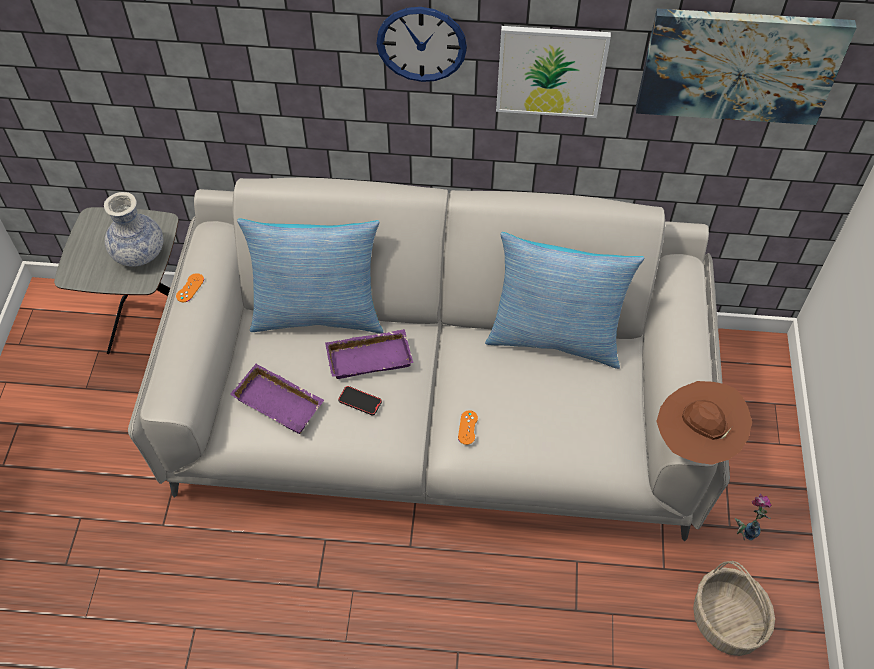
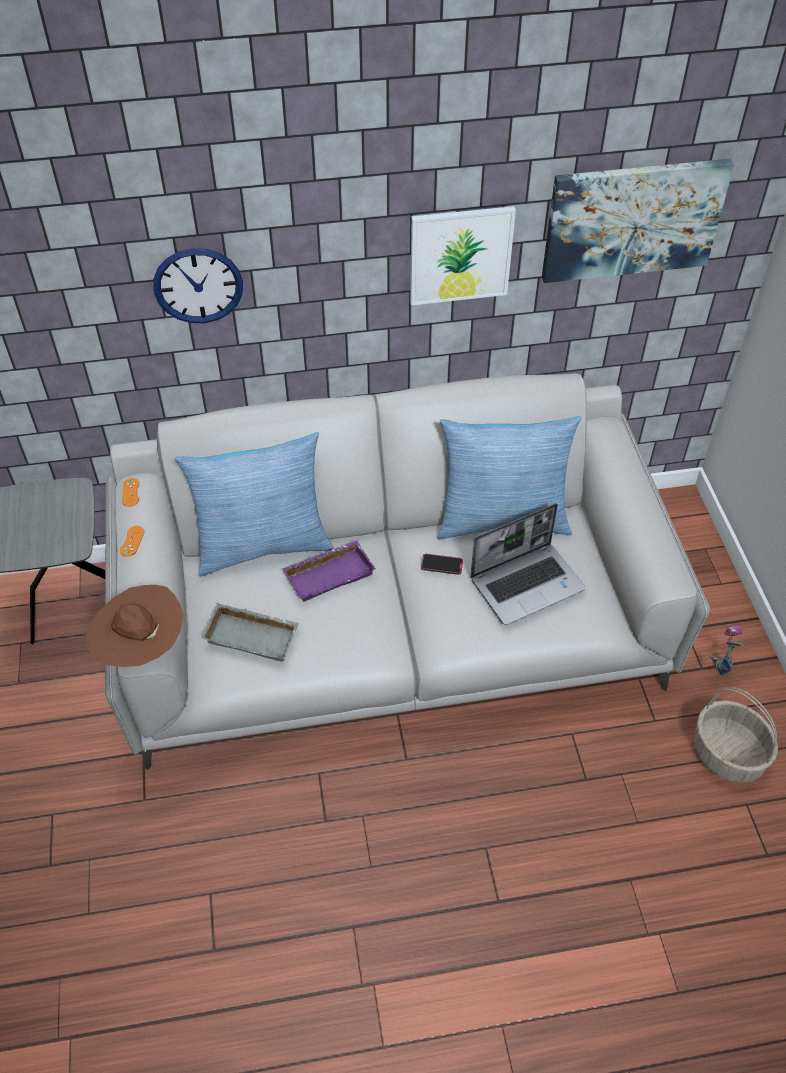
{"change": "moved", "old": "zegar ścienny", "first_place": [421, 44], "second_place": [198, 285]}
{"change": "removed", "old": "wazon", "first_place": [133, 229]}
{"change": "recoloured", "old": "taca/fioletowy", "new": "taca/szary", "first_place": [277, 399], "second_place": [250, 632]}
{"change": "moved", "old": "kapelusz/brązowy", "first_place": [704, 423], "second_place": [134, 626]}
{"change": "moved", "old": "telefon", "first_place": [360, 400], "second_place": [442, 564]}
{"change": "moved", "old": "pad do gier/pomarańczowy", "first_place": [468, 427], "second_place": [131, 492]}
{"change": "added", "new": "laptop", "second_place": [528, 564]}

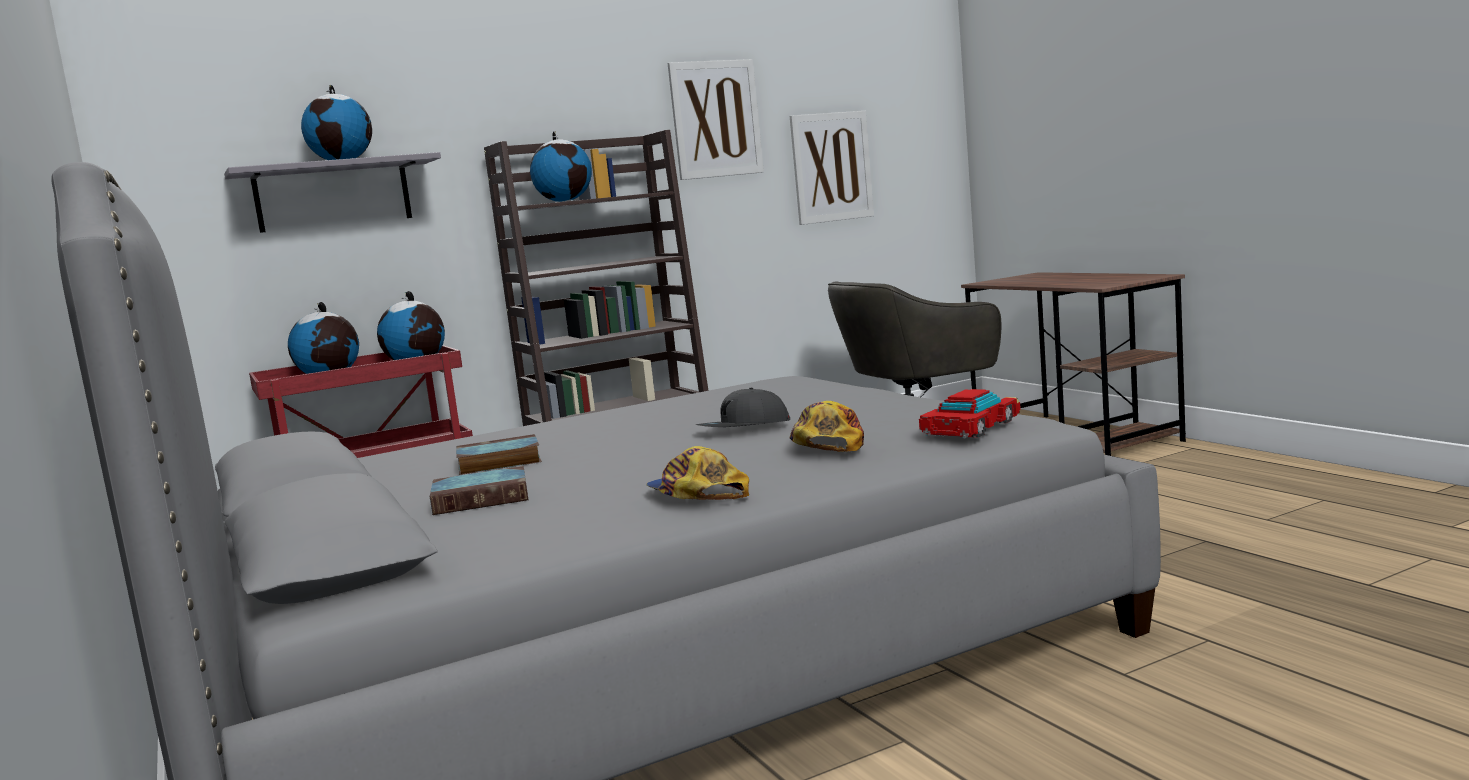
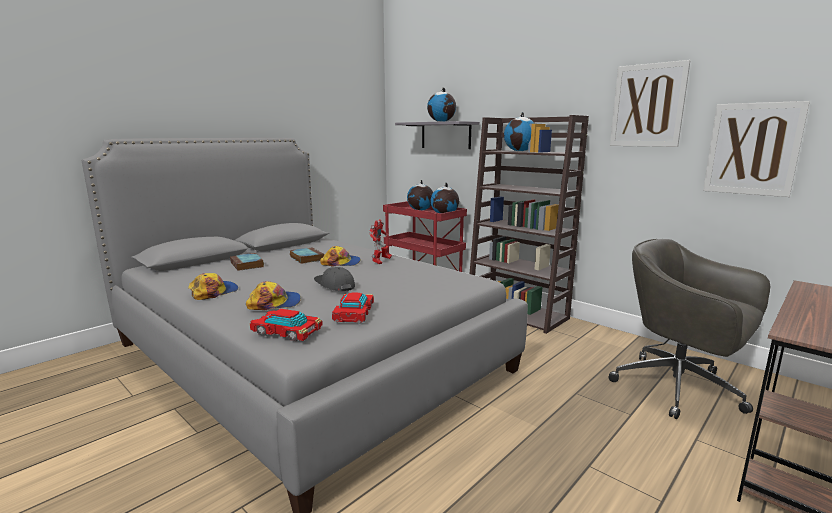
{"change": "added", "new": "robot zabawkowy", "second_place": [380, 241]}
{"change": "added", "new": "czapka z daszkiem", "second_place": [340, 256]}
{"change": "added", "new": "samochodzik", "second_place": [353, 308]}

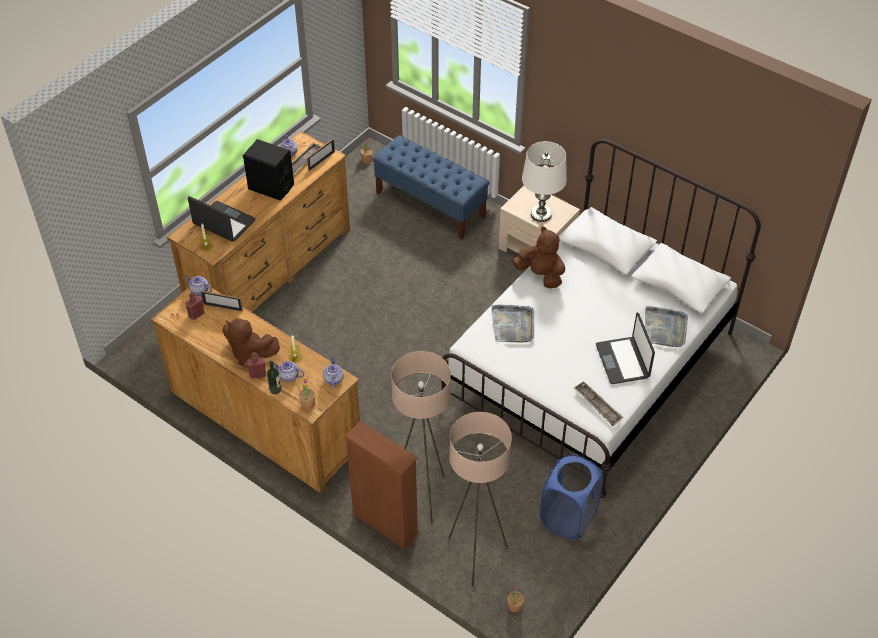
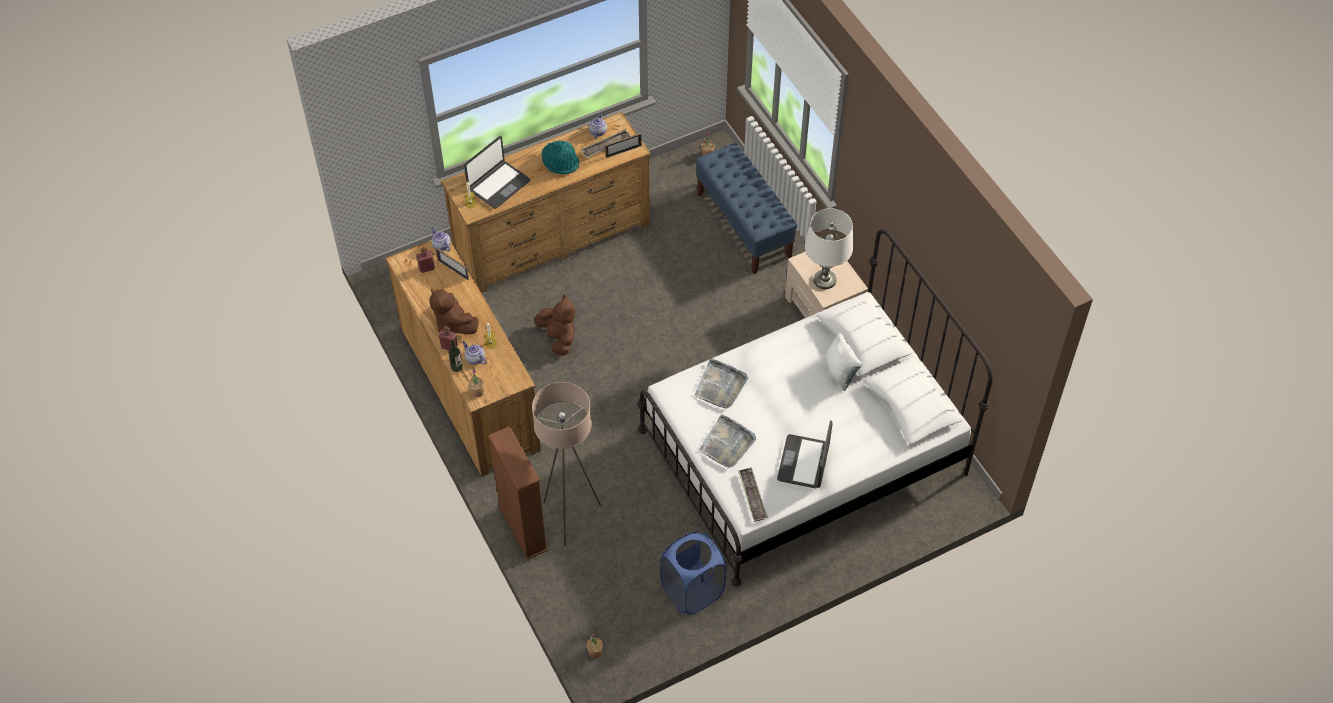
{"change": "replaced", "old": "głośnik/czarny", "new": "kapelusz/turkusowy", "first_place": [268, 170], "second_place": [560, 158]}
{"change": "turned", "old": "laptop", "first_place": [221, 218], "second_place": [497, 172], "degrees": 75}
{"change": "moved", "old": "pluszak/brązowy", "first_place": [538, 257], "second_place": [554, 325]}
{"change": "moved", "old": "taca/szary", "first_place": [666, 327], "second_place": [727, 441]}
{"change": "removed", "old": "imbryk", "first_place": [333, 372]}
{"change": "removed", "old": "lampa stojąca/beżowy", "first_place": [480, 499]}
{"change": "added", "new": "poduszka/biały", "second_place": [843, 361]}

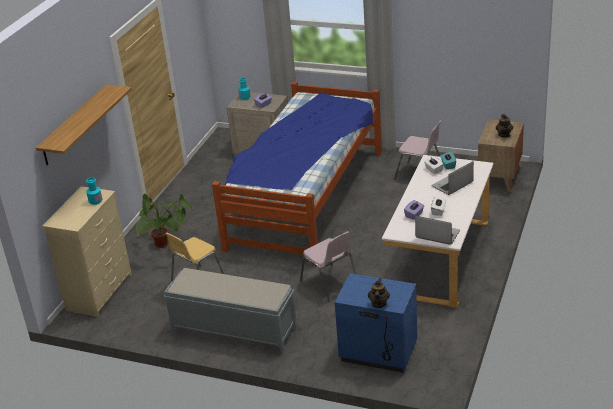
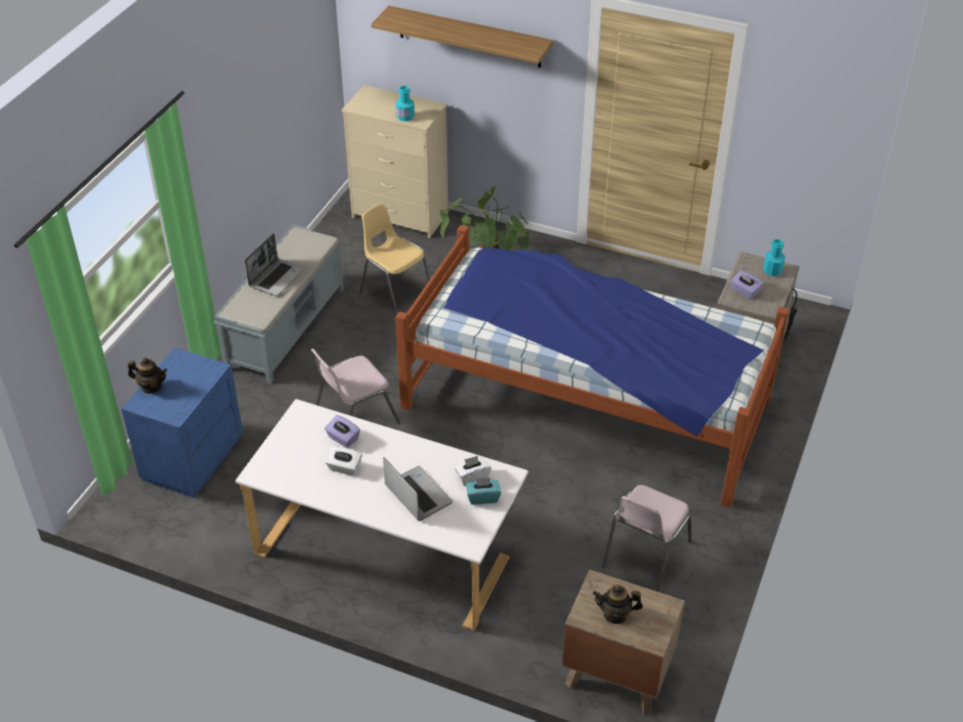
{"change": "moved", "old": "laptop", "first_place": [437, 230], "second_place": [275, 264]}

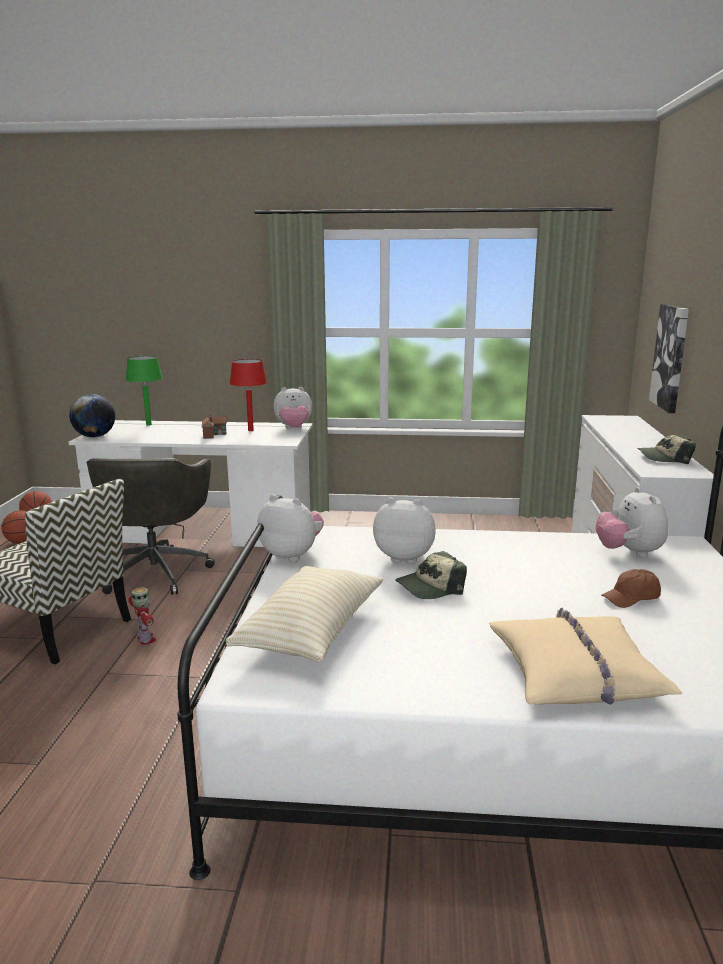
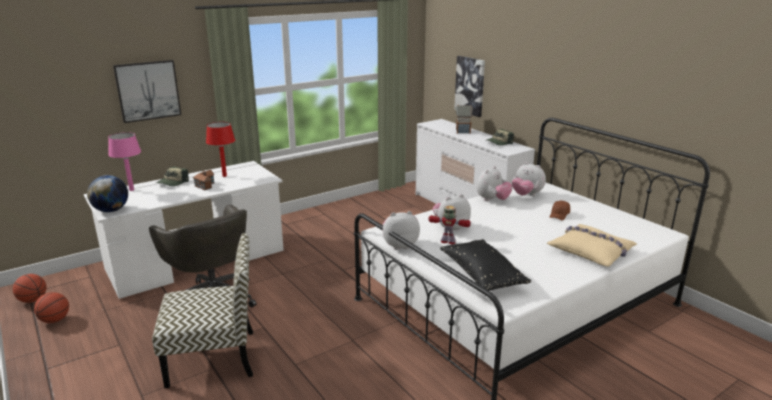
{"change": "recoloured", "old": "lampa stołowa/zielony", "new": "lampa stołowa/różowy", "first_place": [144, 391], "second_place": [124, 161]}
{"change": "moved", "old": "pluszak", "first_place": [292, 407], "second_place": [495, 183]}
{"change": "moved", "old": "czapka z daszkiem", "first_place": [431, 575], "second_place": [172, 176]}
{"change": "recoloured", "old": "poduszka/beżowy", "new": "poduszka/czarny", "first_place": [304, 614], "second_place": [485, 265]}
{"change": "moved", "old": "robot zabawkowy", "first_place": [142, 616], "second_place": [449, 224]}
{"change": "added", "new": "obraz", "second_place": [147, 91]}
{"change": "added", "new": "domek", "second_place": [464, 119]}

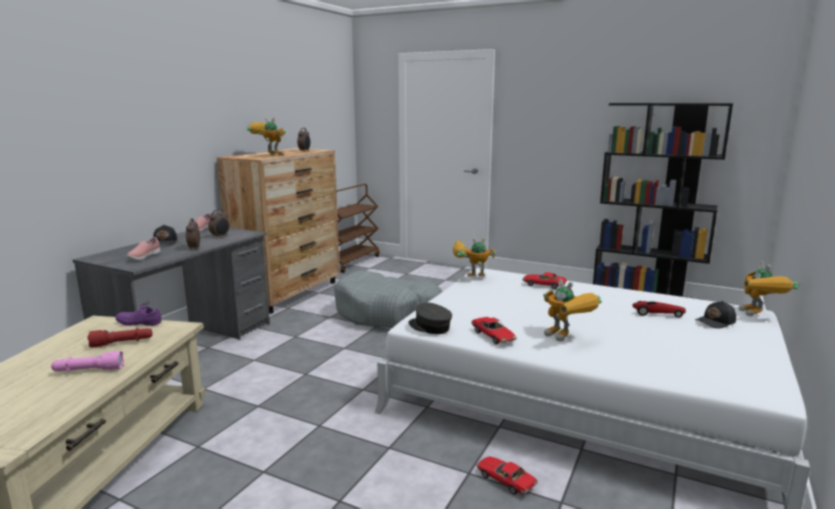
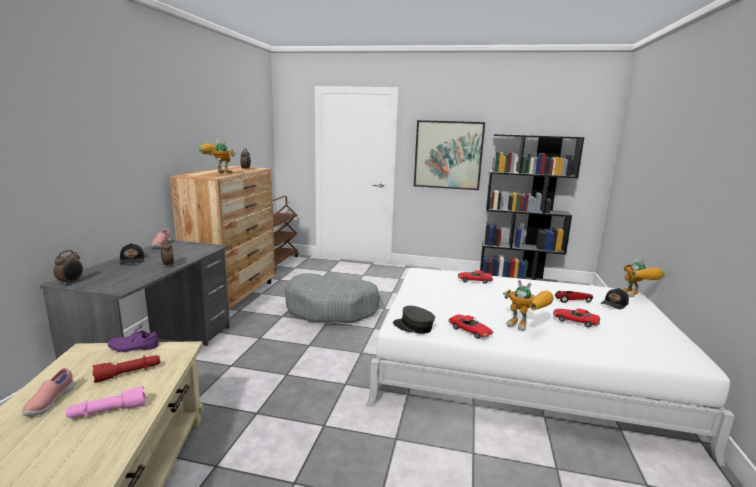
{"change": "moved", "old": "budzik", "first_place": [219, 223], "second_place": [68, 267]}
{"change": "moved", "old": "but/różowy", "first_place": [143, 248], "second_place": [48, 392]}
{"change": "removed", "old": "robot zabawkowy", "first_place": [474, 257]}
{"change": "moved", "old": "samochodzik", "first_place": [507, 475], "second_place": [576, 318]}
{"change": "added", "new": "obraz", "second_place": [449, 155]}

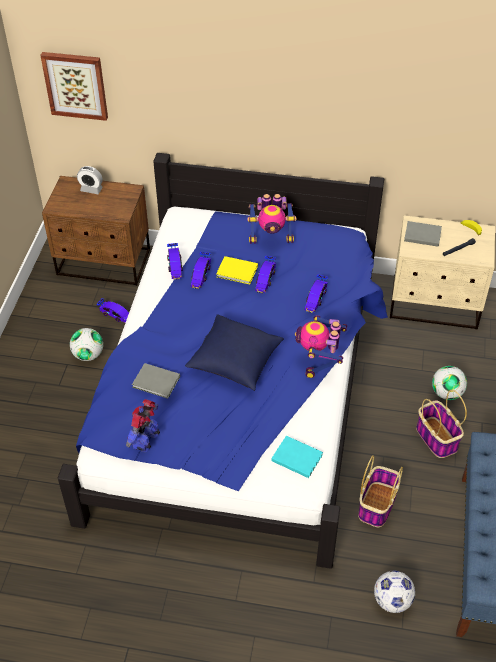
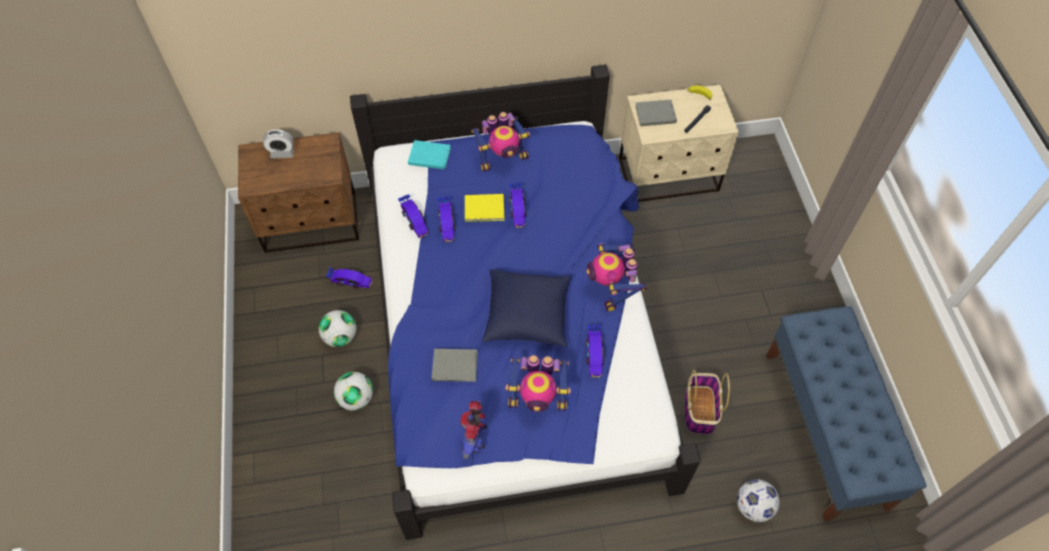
{"change": "removed", "old": "obraz", "first_place": [74, 86]}
{"change": "moved", "old": "samochodzik", "first_place": [316, 293], "second_place": [595, 351]}
{"change": "moved", "old": "piłka futbolowa", "first_place": [449, 383], "second_place": [353, 391]}
{"change": "removed", "old": "koszyk", "first_place": [441, 424]}
{"change": "moved", "old": "książka/turkusowy", "first_place": [297, 457], "second_place": [429, 155]}
{"change": "added", "new": "robot zabawkowy", "second_place": [538, 383]}

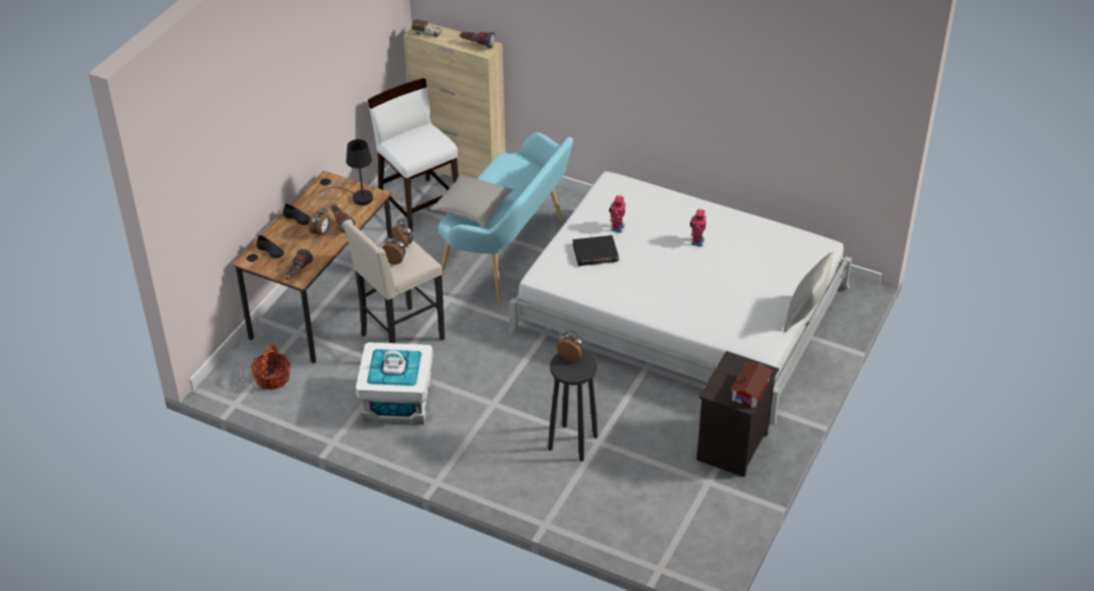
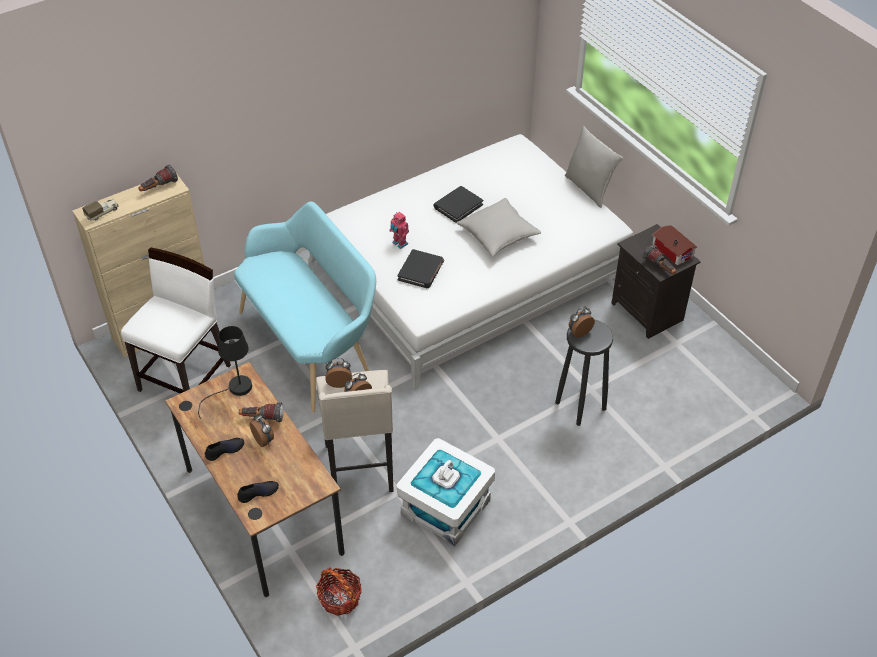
{"change": "turned", "old": "krzesło/biały", "first_place": [413, 155], "second_place": [176, 320], "degrees": 120}
{"change": "moved", "old": "poduszka/szary", "first_place": [472, 200], "second_place": [498, 227]}
{"change": "replaced", "old": "robot zabawkowy", "new": "książka/czarny", "first_place": [698, 227], "second_place": [458, 204]}
{"change": "moved", "old": "latarka", "first_place": [299, 264], "second_place": [659, 259]}

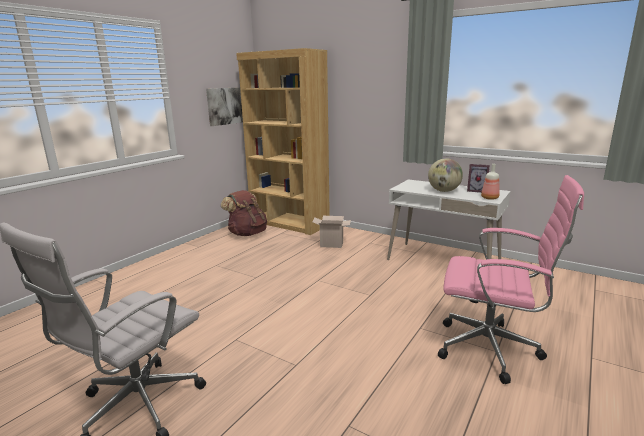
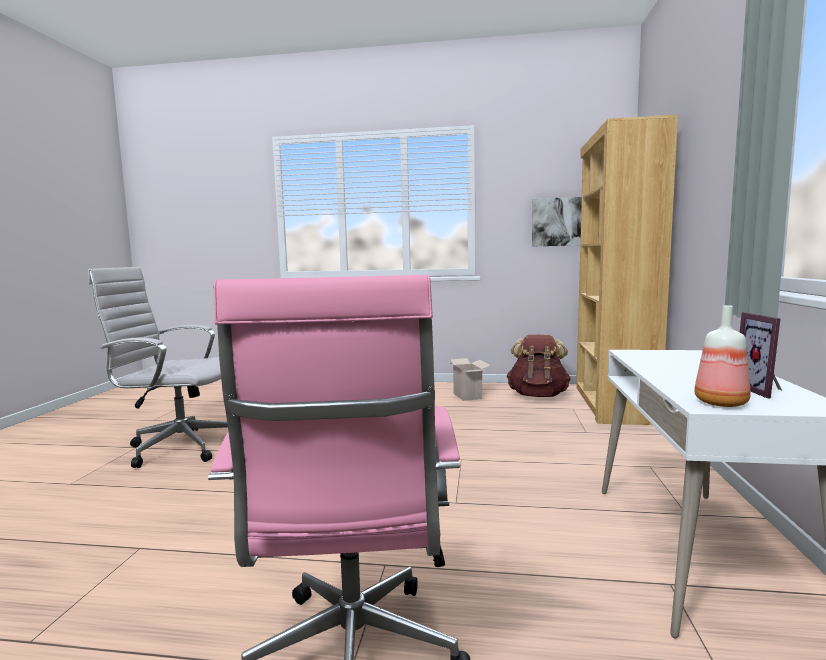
{"change": "removed", "old": "globus", "first_place": [445, 175]}
{"change": "moved", "old": "karton", "first_place": [331, 232], "second_place": [468, 379]}

